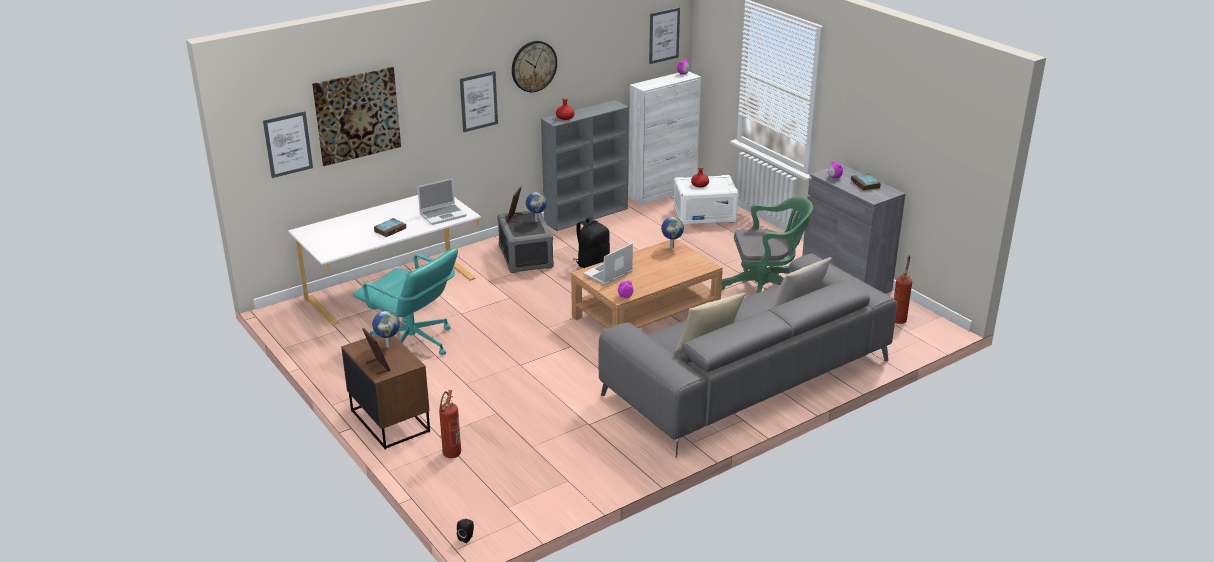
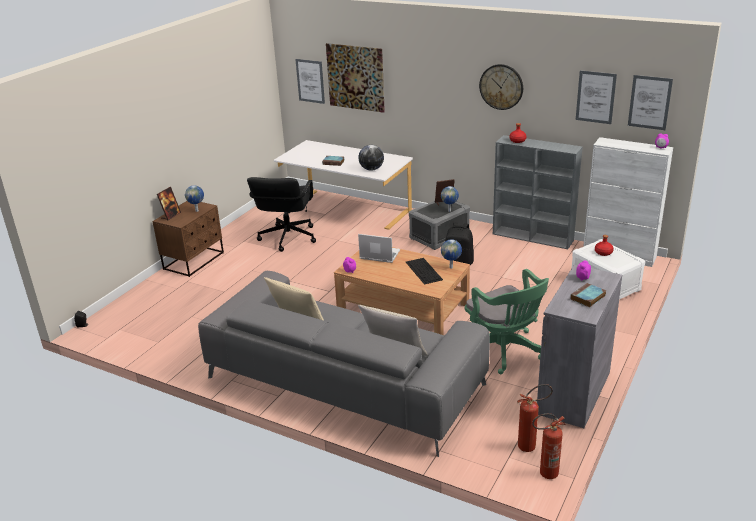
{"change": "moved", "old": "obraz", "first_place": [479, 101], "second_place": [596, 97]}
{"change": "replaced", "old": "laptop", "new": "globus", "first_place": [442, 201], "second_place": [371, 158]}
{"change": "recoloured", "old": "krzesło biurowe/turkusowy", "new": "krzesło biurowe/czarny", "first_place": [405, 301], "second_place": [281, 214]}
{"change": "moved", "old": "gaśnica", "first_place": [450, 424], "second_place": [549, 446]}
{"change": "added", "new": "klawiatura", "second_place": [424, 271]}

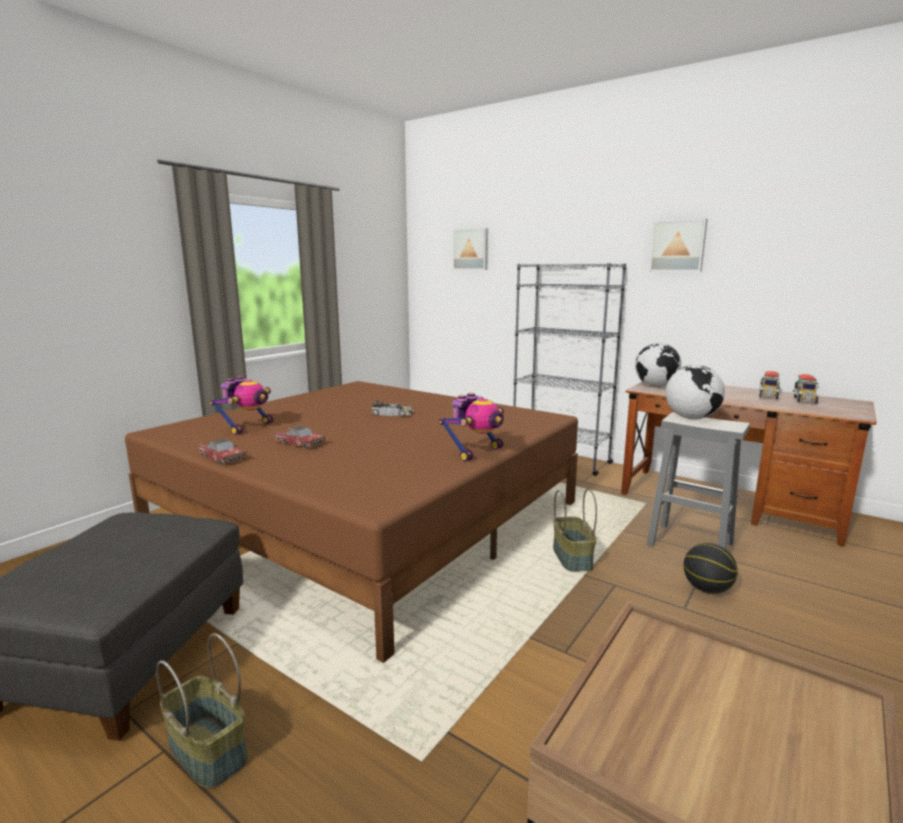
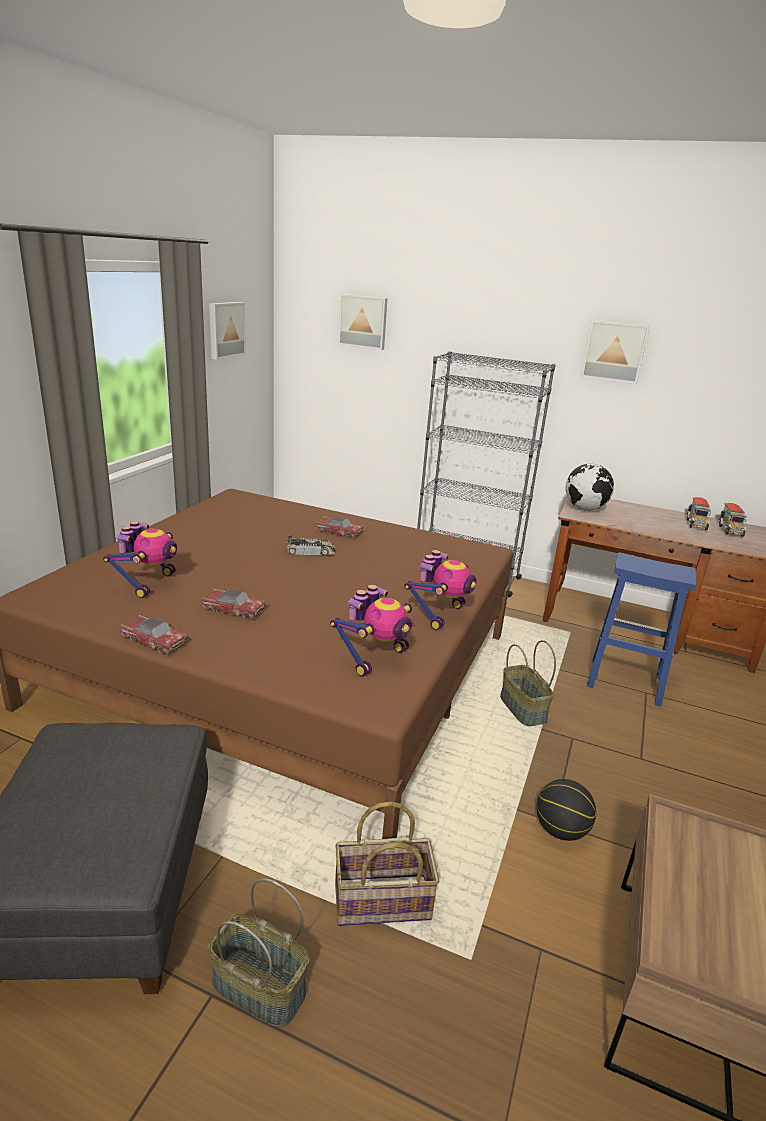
{"change": "removed", "old": "globus", "first_place": [695, 392]}
{"change": "recoloured", "old": "stołek/szary", "new": "stołek/niebieski", "first_place": [698, 480], "second_place": [642, 629]}
{"change": "moved", "old": "piłka do koszykówki", "first_place": [711, 568], "second_place": [566, 810]}
{"change": "added", "new": "obraz", "second_place": [227, 331]}
{"change": "added", "new": "samochodzik", "second_place": [339, 527]}
{"change": "added", "new": "robot zabawkowy", "second_place": [371, 630]}
{"change": "added", "new": "koszyk", "second_place": [387, 863]}

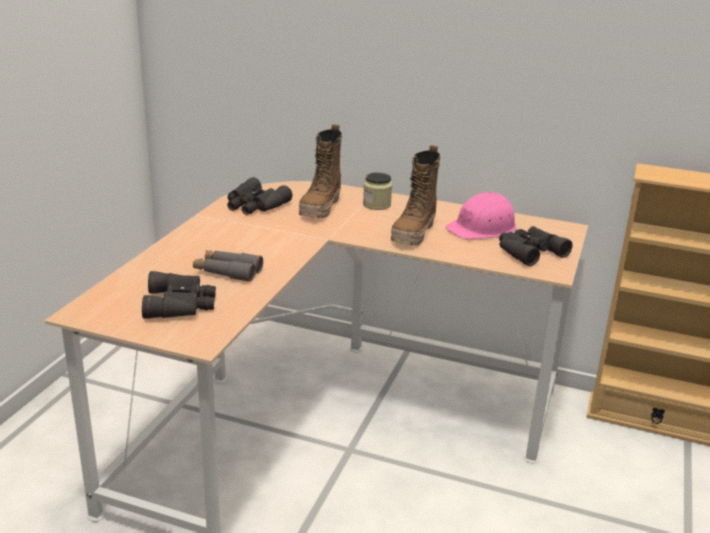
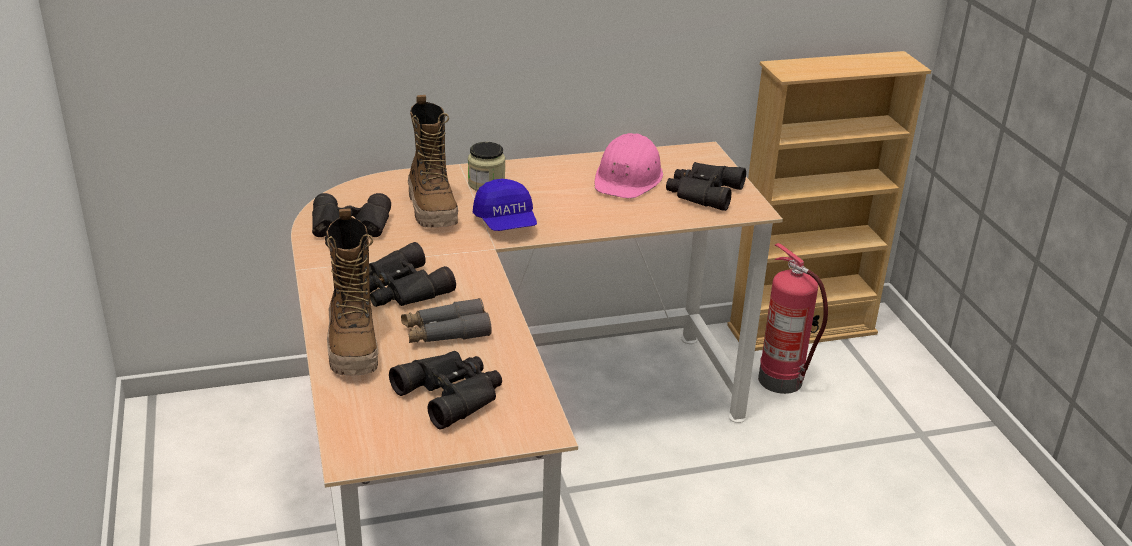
{"change": "moved", "old": "but z cholewką", "first_place": [415, 195], "second_place": [352, 292]}
{"change": "added", "new": "czapka z daszkiem/niebieski", "second_place": [505, 205]}
{"change": "added", "new": "lornetka/czarny", "second_place": [412, 274]}
{"change": "added", "new": "gaśnica", "second_place": [793, 318]}

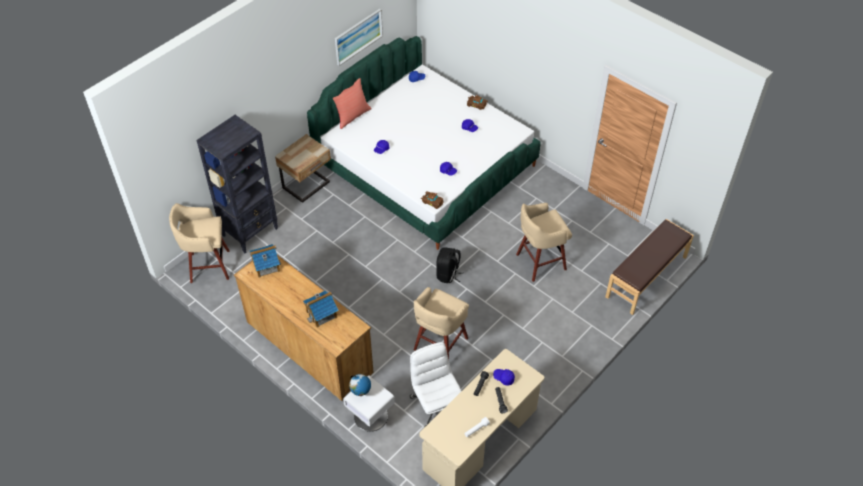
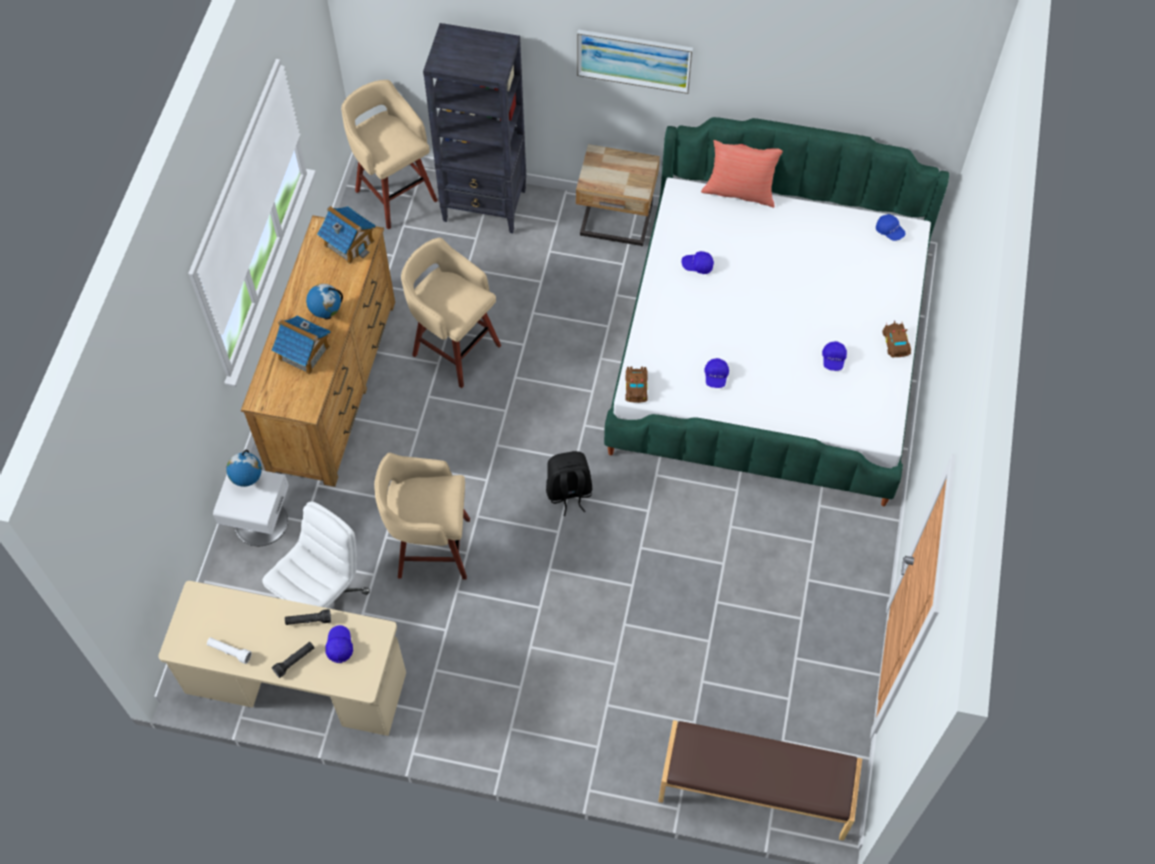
{"change": "moved", "old": "obraz", "first_place": [359, 37], "second_place": [635, 61]}
{"change": "moved", "old": "stołek/beżowy", "first_place": [544, 242], "second_place": [451, 313]}
{"change": "added", "new": "globus", "second_place": [324, 302]}

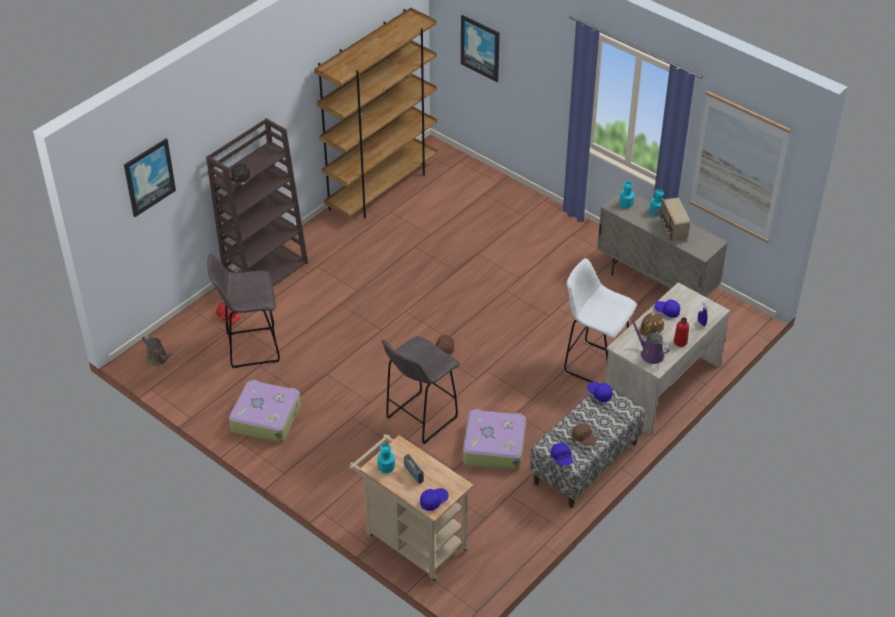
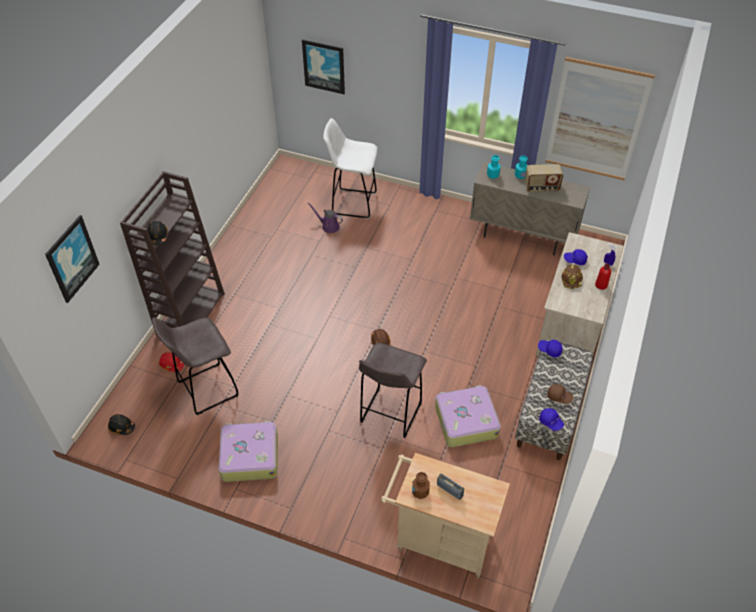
{"change": "removed", "old": "regał/brązowy", "first_place": [375, 113]}
{"change": "turned", "old": "radio", "first_place": [675, 219], "second_place": [544, 178], "degrees": -60}
{"change": "moved", "old": "stołek/biały", "first_place": [600, 320], "second_place": [350, 168]}
{"change": "moved", "old": "konewka/fioletowy", "first_place": [650, 340], "second_place": [325, 218]}
{"change": "replaced", "old": "konewka/brązowy", "new": "kask/czarny", "first_place": [158, 350], "second_place": [121, 424]}
{"change": "recoloured", "old": "butelka/turkusowy", "new": "butelka/brązowy", "first_place": [386, 458], "second_place": [421, 485]}
{"change": "removed", "old": "czapka z daszkiem/niebieski", "first_place": [434, 499]}

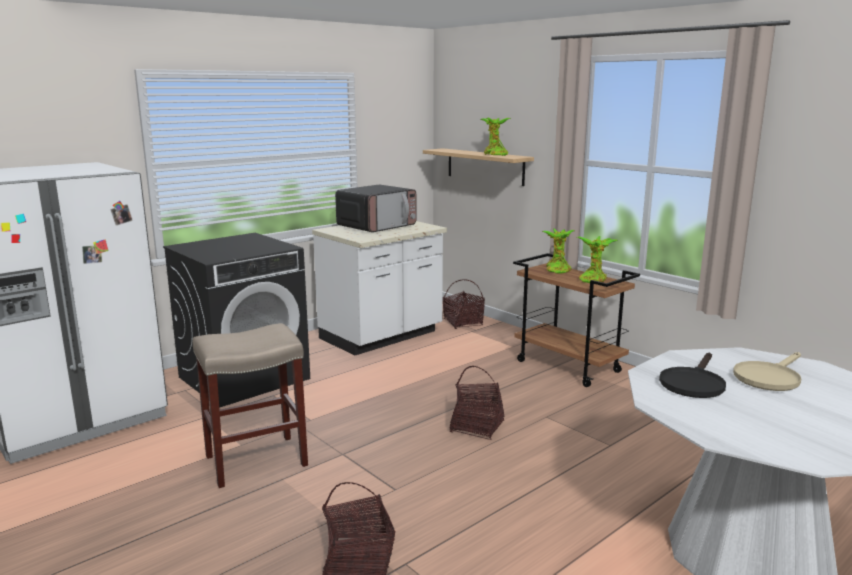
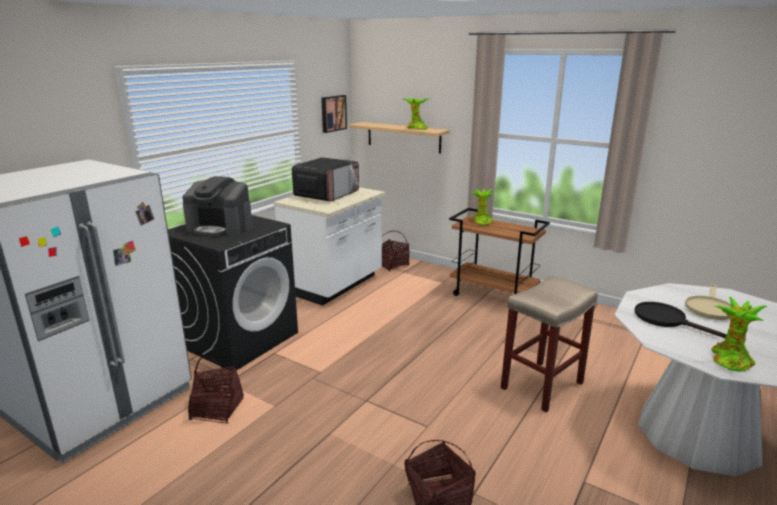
{"change": "moved", "old": "roślina doniczkowa", "first_place": [597, 259], "second_place": [739, 334]}
{"change": "moved", "old": "stołek/beżowy", "first_place": [250, 405], "second_place": [549, 344]}
{"change": "turned", "old": "patelnia/czarny", "first_place": [692, 375], "second_place": [681, 320], "degrees": 120}
{"change": "moved", "old": "koszyk", "first_place": [477, 403], "second_place": [216, 390]}
{"change": "added", "new": "obraz", "second_place": [334, 114]}
{"change": "added", "new": "ekspres do kawy", "second_place": [218, 206]}

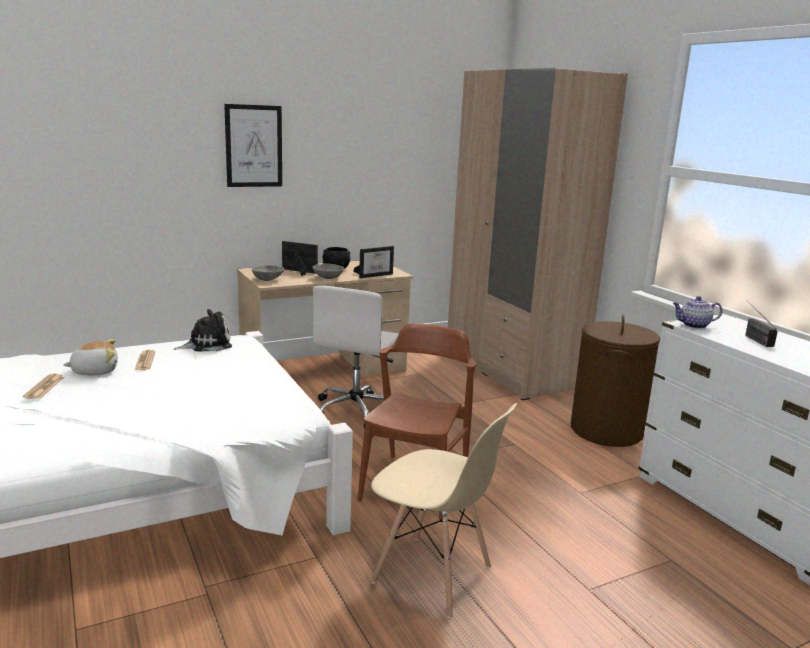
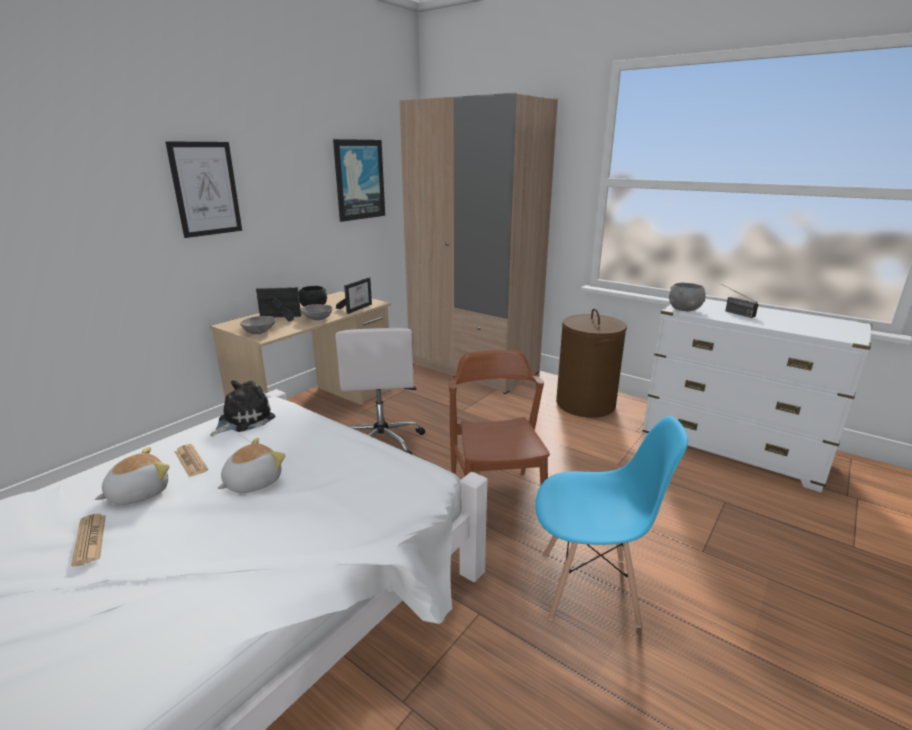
{"change": "replaced", "old": "imbryk", "new": "miska/szary", "first_place": [697, 312], "second_place": [687, 297]}
{"change": "recoloured", "old": "krzesło/beżowy", "new": "krzesło/niebieski", "first_place": [444, 510], "second_place": [612, 522]}
{"change": "added", "new": "obraz", "second_place": [359, 180]}
{"change": "added", "new": "pluszak", "second_place": [251, 465]}

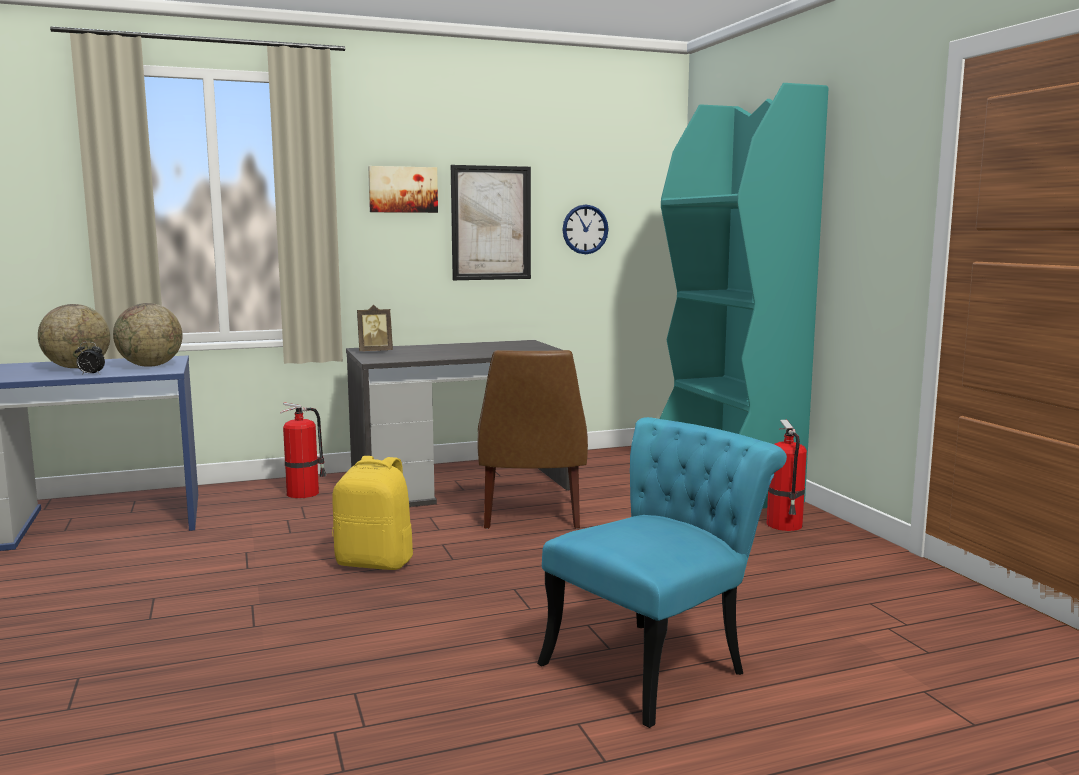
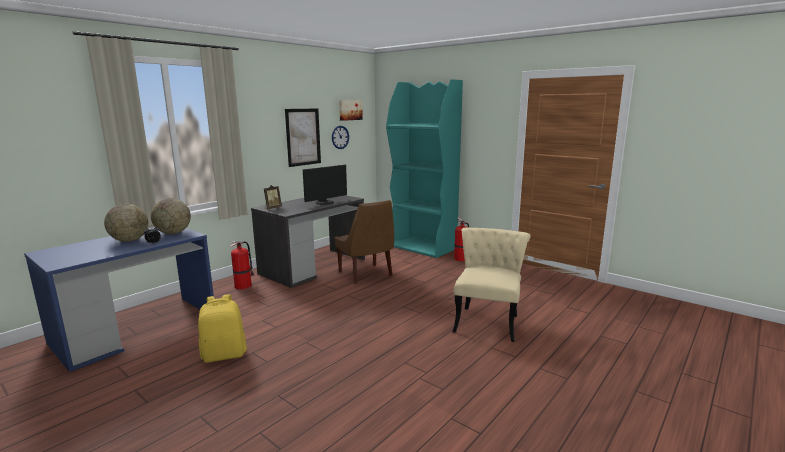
{"change": "moved", "old": "obraz", "first_place": [403, 189], "second_place": [351, 110]}
{"change": "recoloured", "old": "krzesło/turkusowy", "new": "krzesło/beżowy", "first_place": [662, 572], "second_place": [491, 284]}
{"change": "moved", "old": "plecak/żółty", "first_place": [372, 513], "second_place": [222, 328]}
{"change": "added", "new": "monitor", "second_place": [325, 185]}

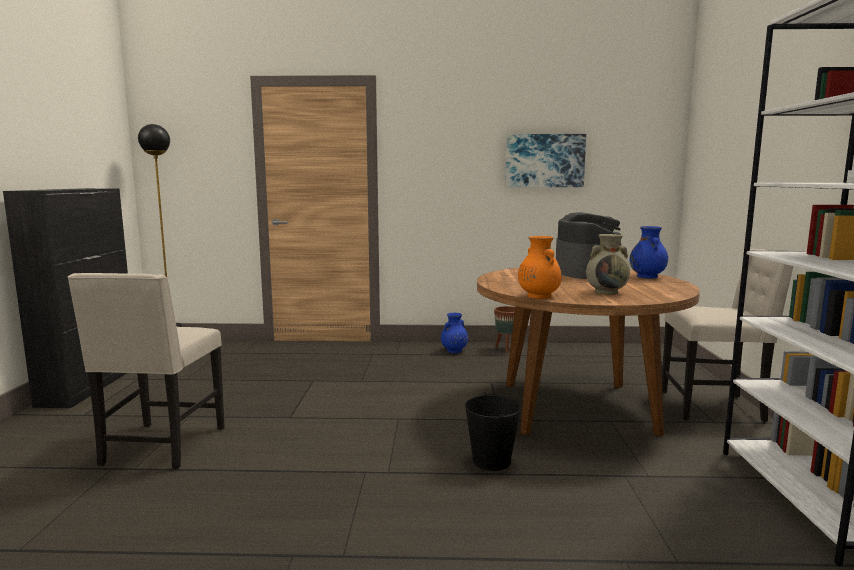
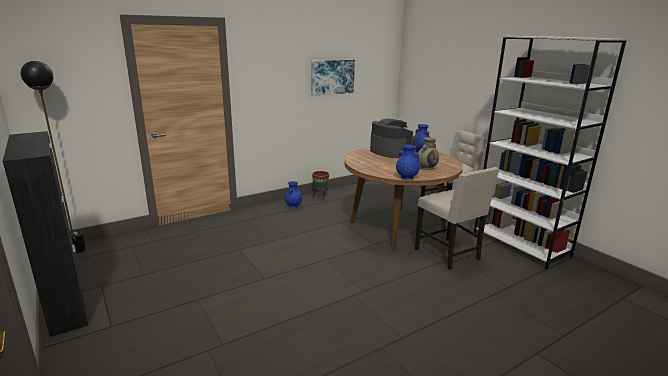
{"change": "recoloured", "old": "wazon/pomarańczowy", "new": "wazon/niebieski", "first_place": [540, 267], "second_place": [408, 162]}
{"change": "moved", "old": "krzesło/beżowy", "first_place": [146, 371], "second_place": [457, 218]}
{"change": "removed", "old": "wiadro/czarny", "first_place": [493, 431]}

